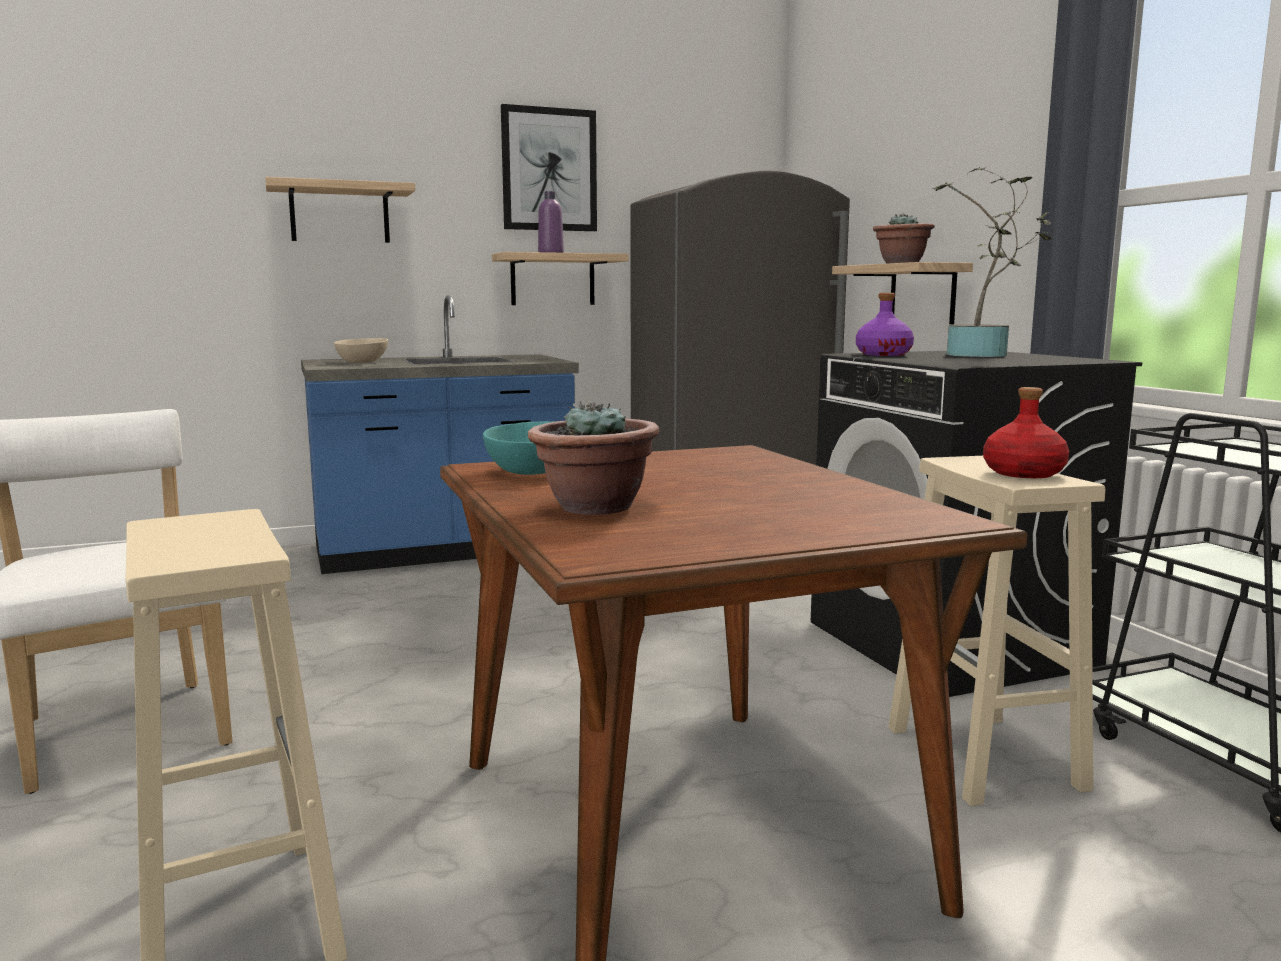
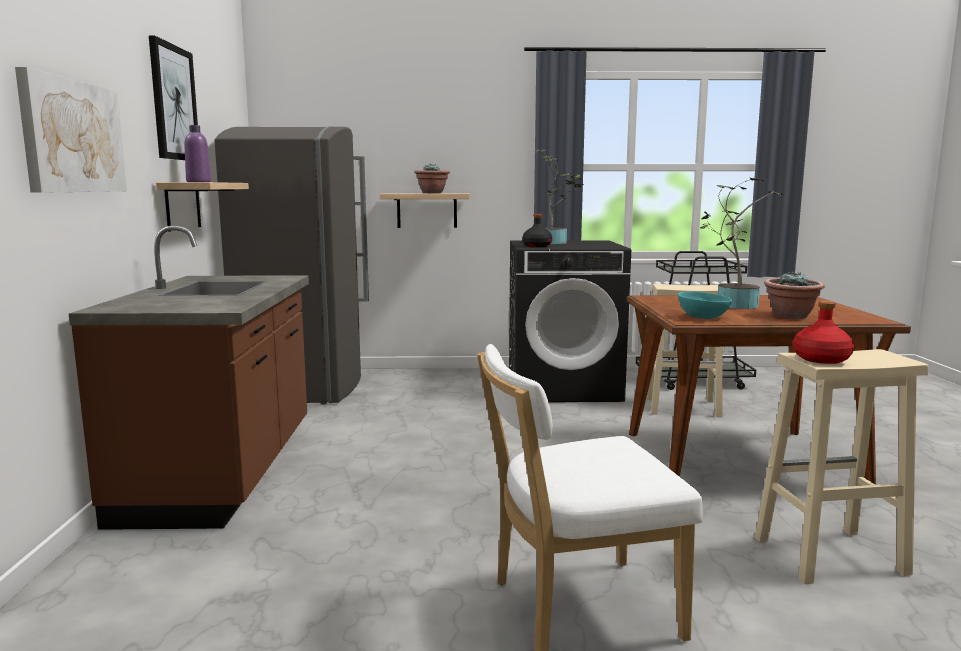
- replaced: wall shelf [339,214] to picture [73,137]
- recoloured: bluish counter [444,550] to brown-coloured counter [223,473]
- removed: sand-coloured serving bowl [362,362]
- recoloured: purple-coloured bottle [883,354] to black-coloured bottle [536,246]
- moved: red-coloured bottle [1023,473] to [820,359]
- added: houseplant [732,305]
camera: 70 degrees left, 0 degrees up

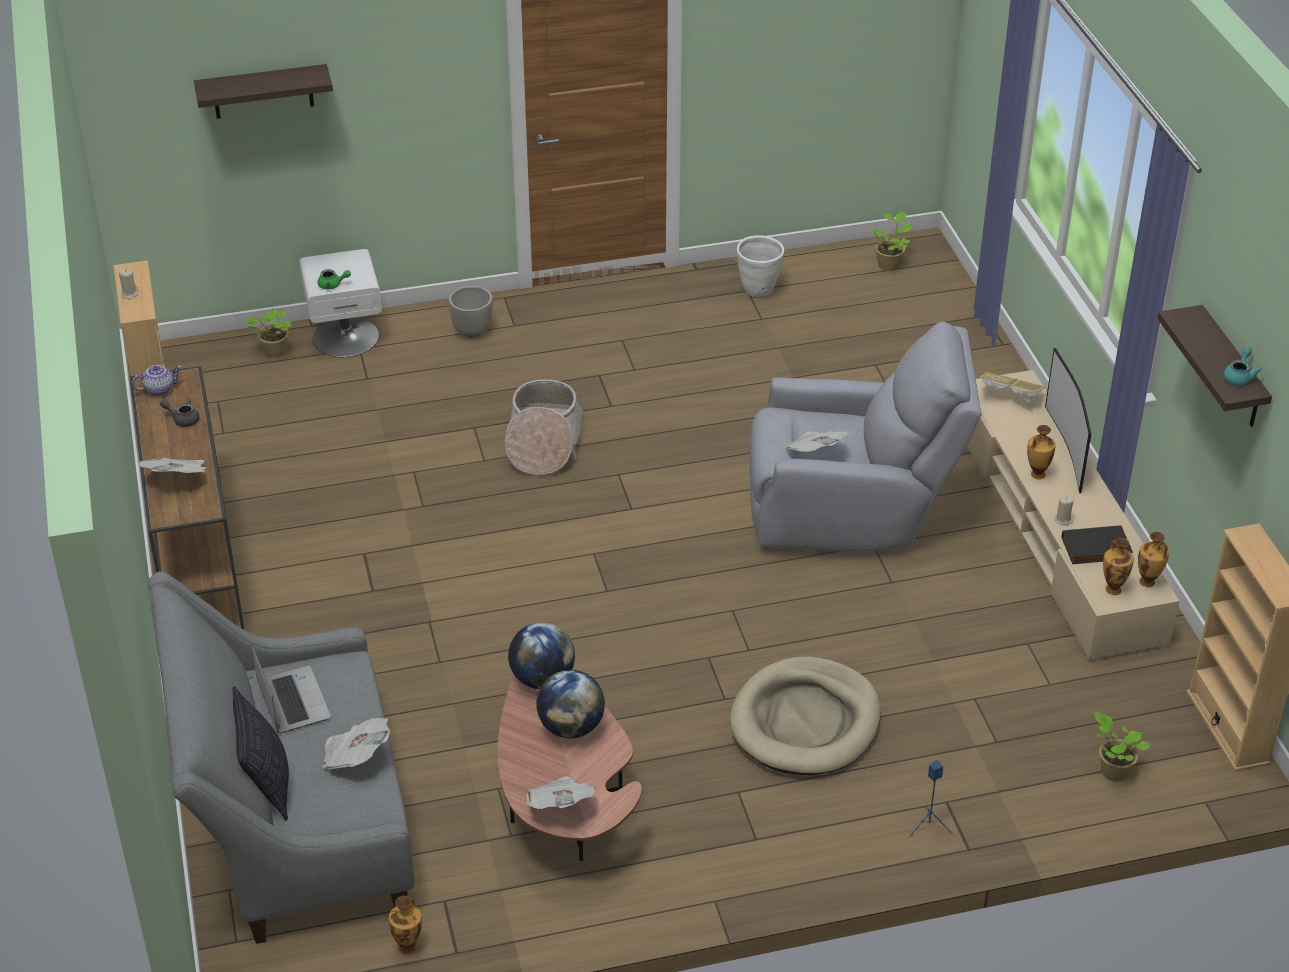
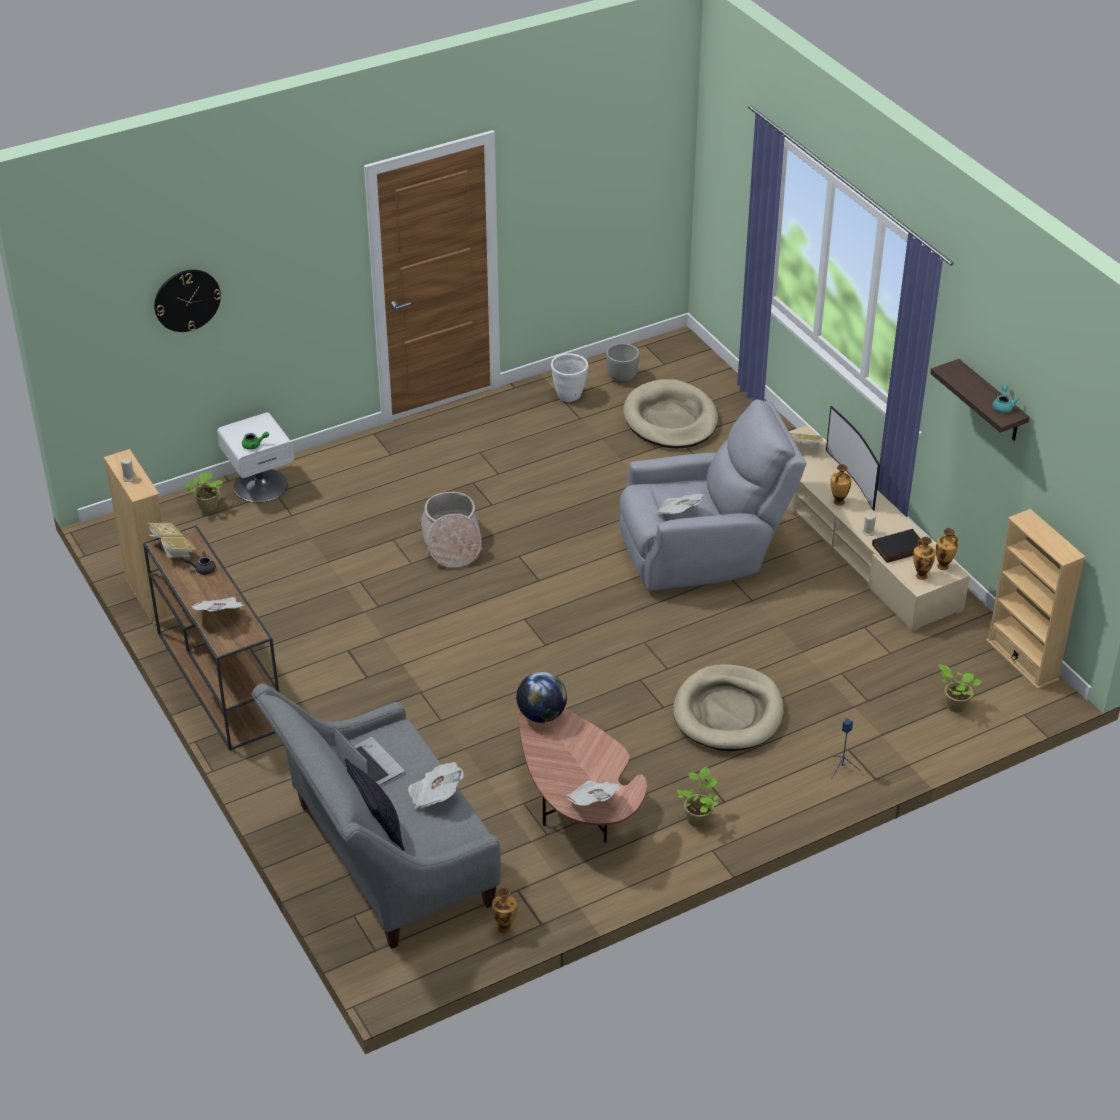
- replaced: tea pot [159,389] to volume [172,549]
- replaced: wall shelf [263,91] to wall clock [187,300]
- moved: grey plant pot [472,330] to [622,377]
- removed: world globe [571,727]
- moved: houseplant [889,264] to [698,818]
- added: sand-coloured pet bed [670,419]
camera: 15 degrees left, 0 degrees up

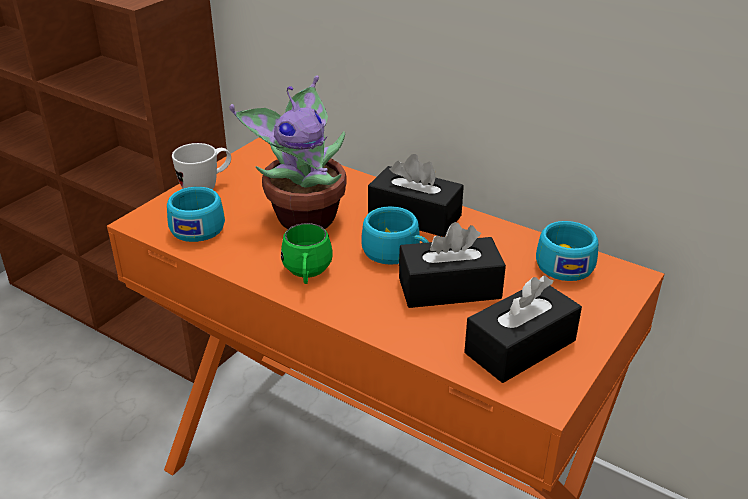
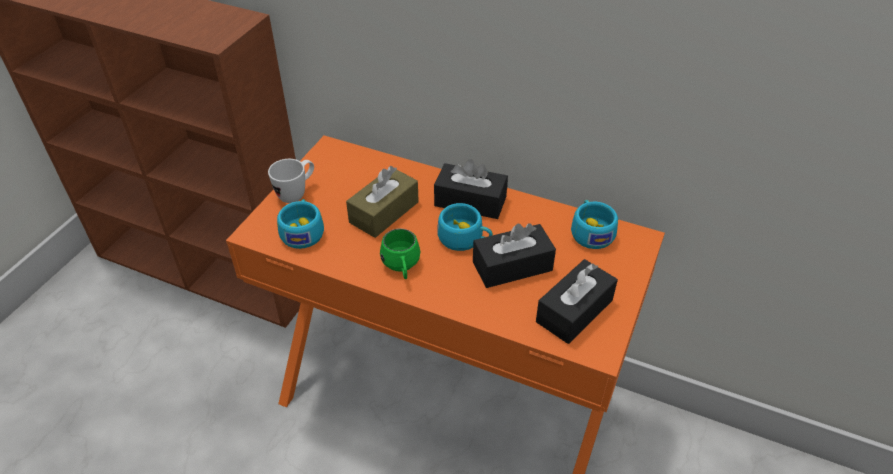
- replaced: houseplant [304,216] to brown-coloured box of tissues [384,212]
camera: 10 degrees left, 10 degrees up

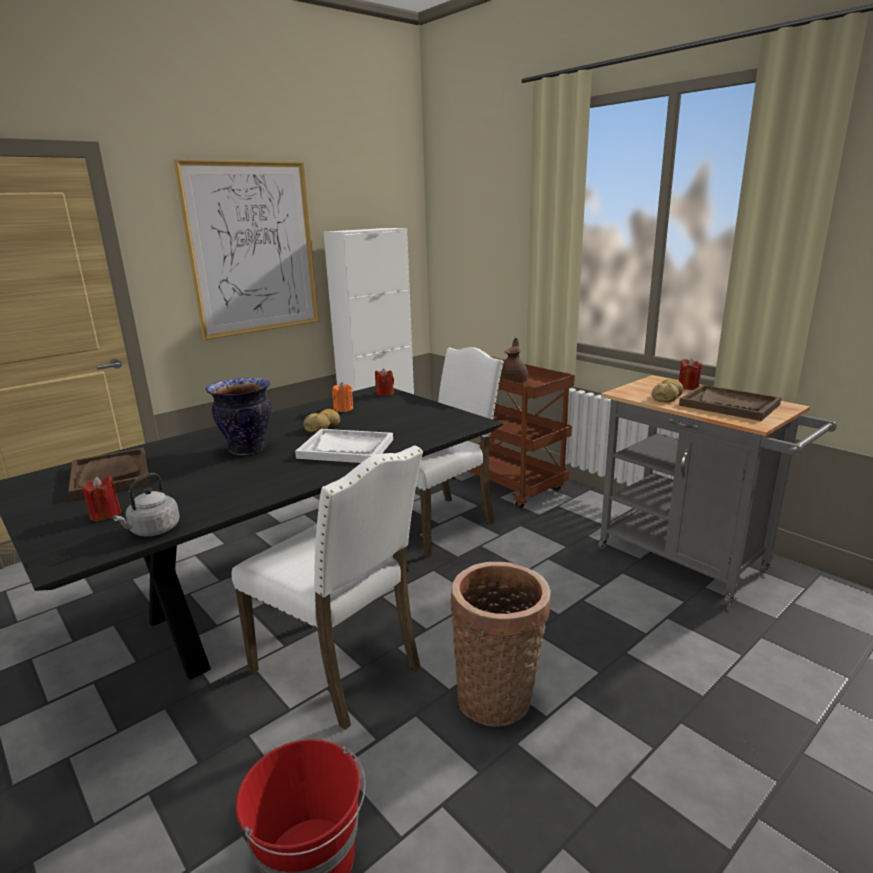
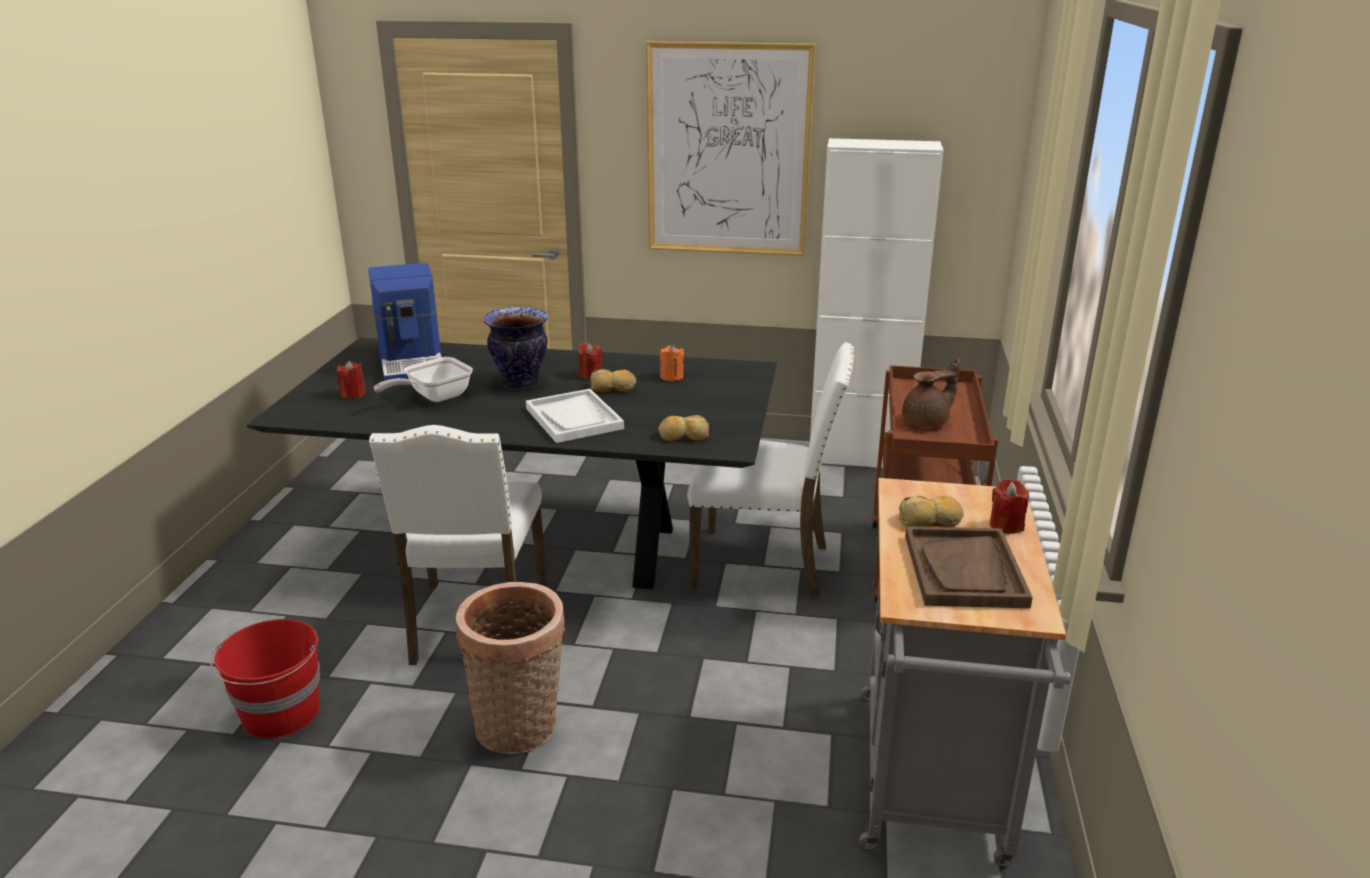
- replaced: brown-coloured tray [110,475] to coffee brewer [413,364]
- removed: grey water kettle [153,531]
- moved: red-coloured wax light [385,393] to [590,375]
- added: skillet [434,397]
- added: bread [683,436]
camera: 50 degrees right, 5 degrees up

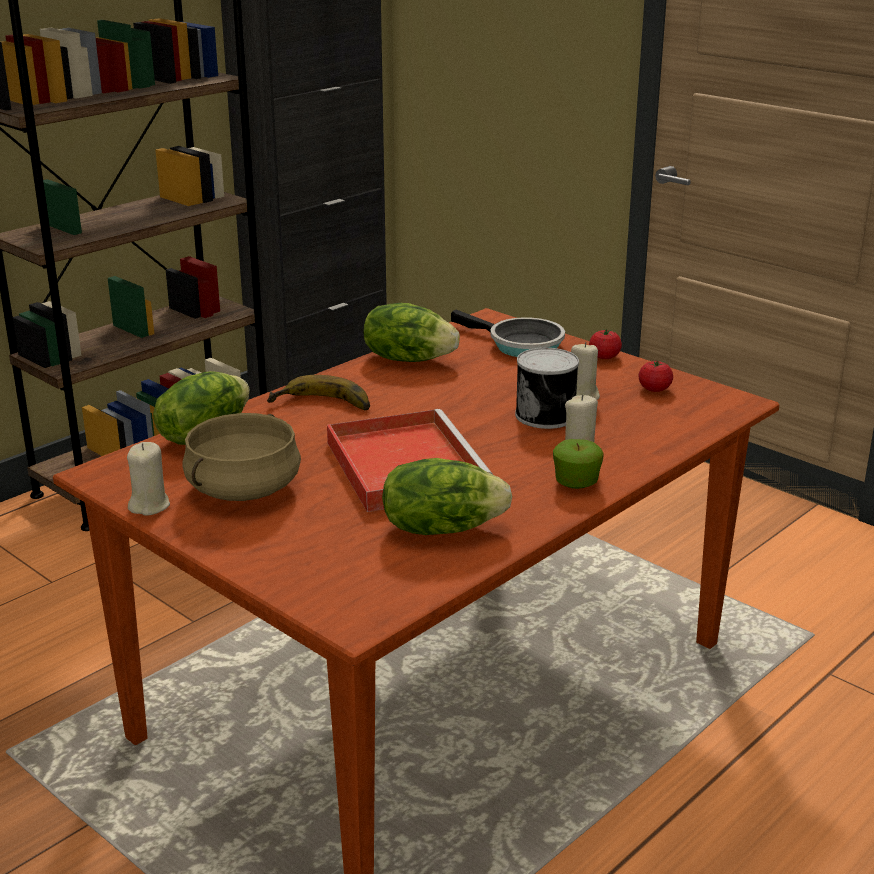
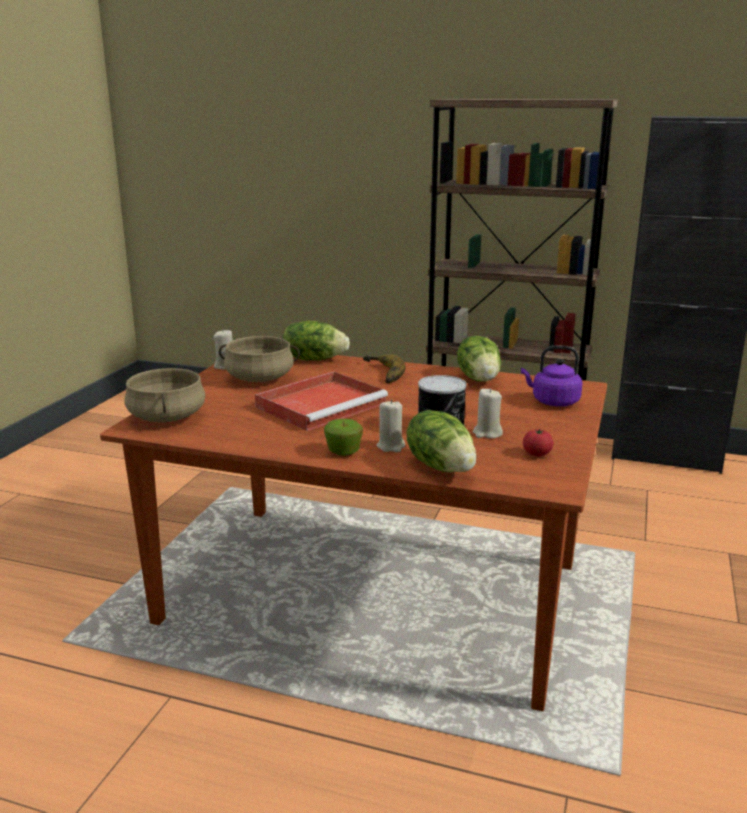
- moved: head of lettuce [441,528] to [441,466]
- replaced: skillet [520,345] to purple-coloured water kettle [552,402]
- removed: tomato [604,357]
- added: sand-coloured stockpot [166,417]
camera: 65 degrees right, 5 degrees down

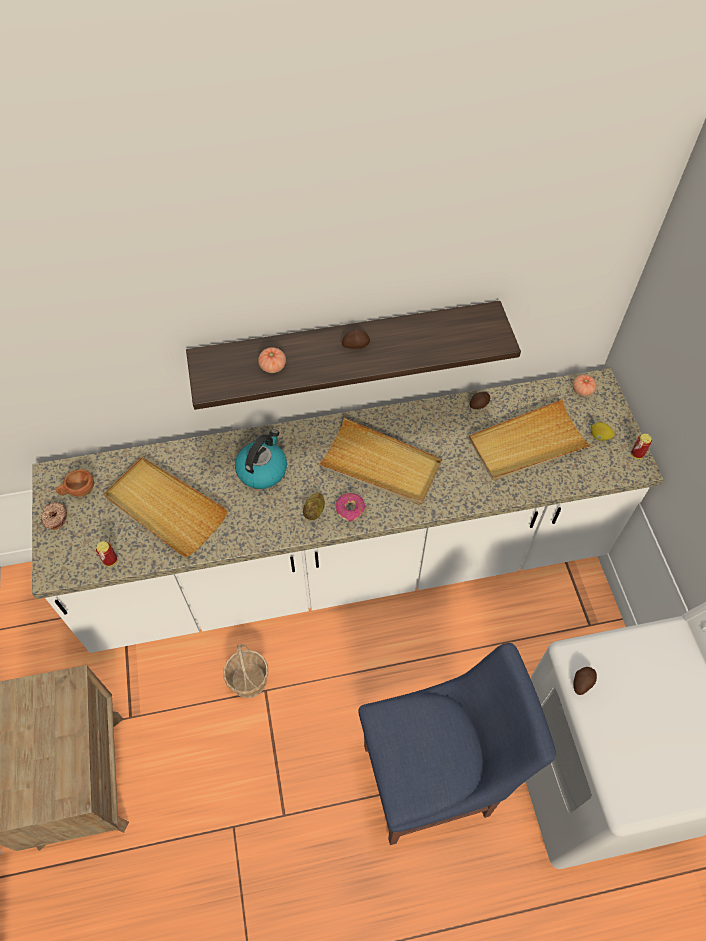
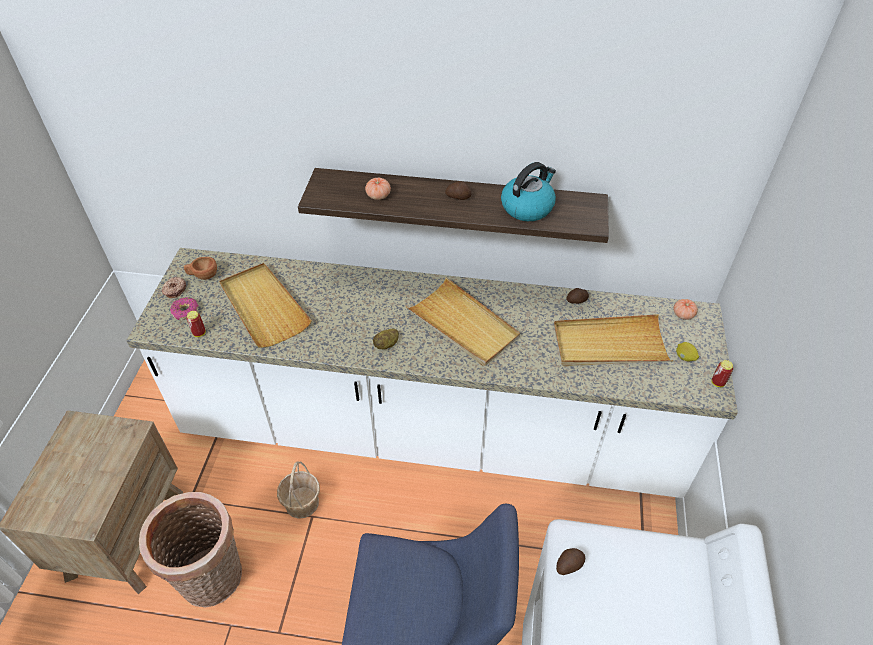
- moved: water kettle [262,470] to [527,207]
- moved: ring doughnut [350,509] to [186,312]
- added: basket [213,580]
camera: 20 degrees right, 10 degrees down

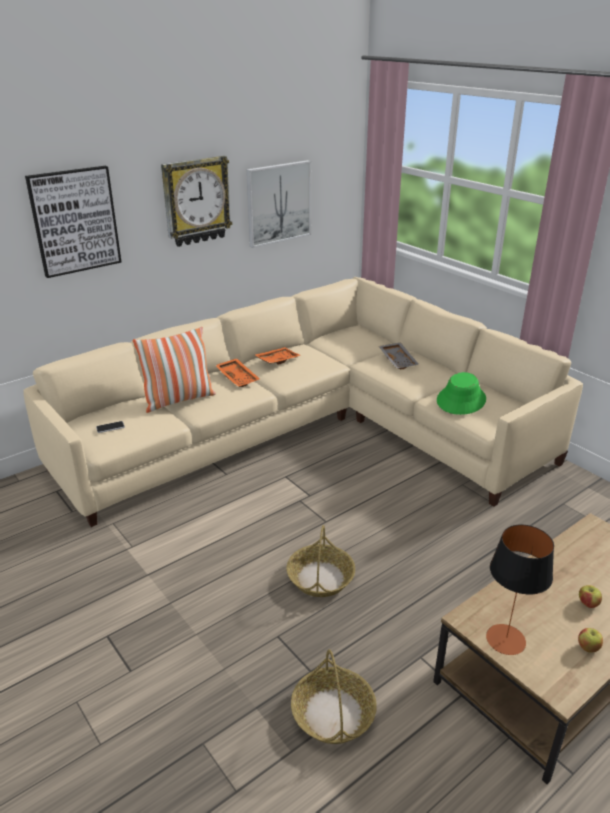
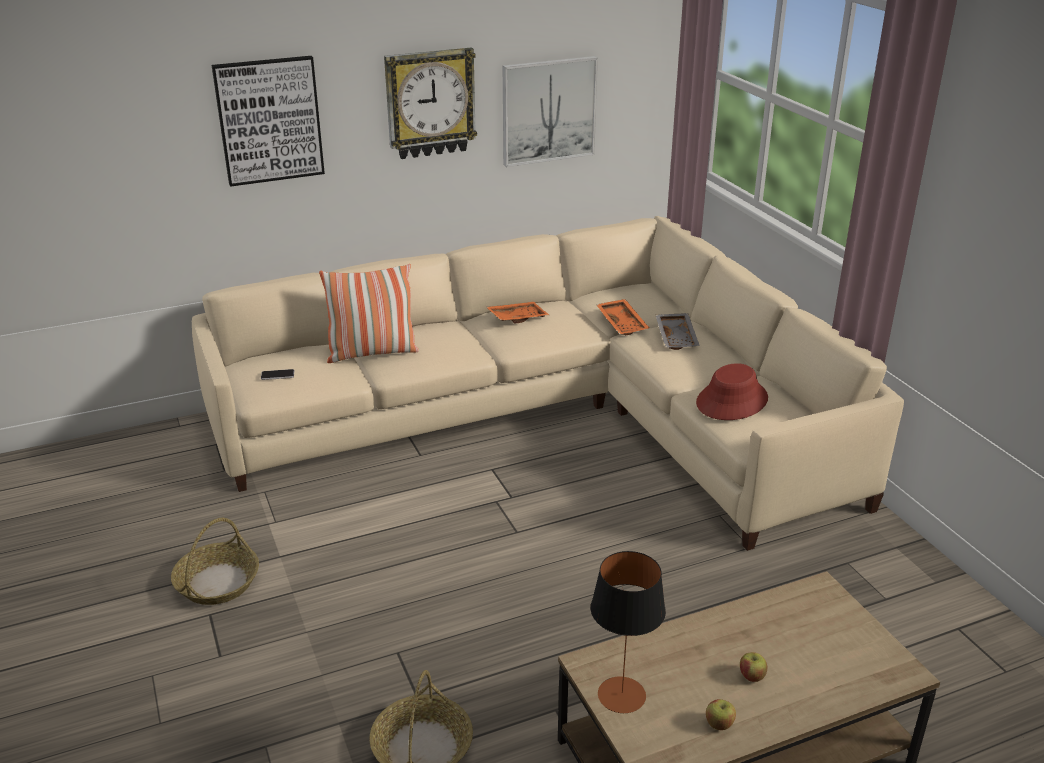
- moved: orange tray [238,377] to [623,323]
- moved: basket [320,577] to [218,582]
- recoloured: greenish wearable hat [461,400] to red-coloured wearable hat [732,401]
camera: 15 degrees right, 0 degrees up

